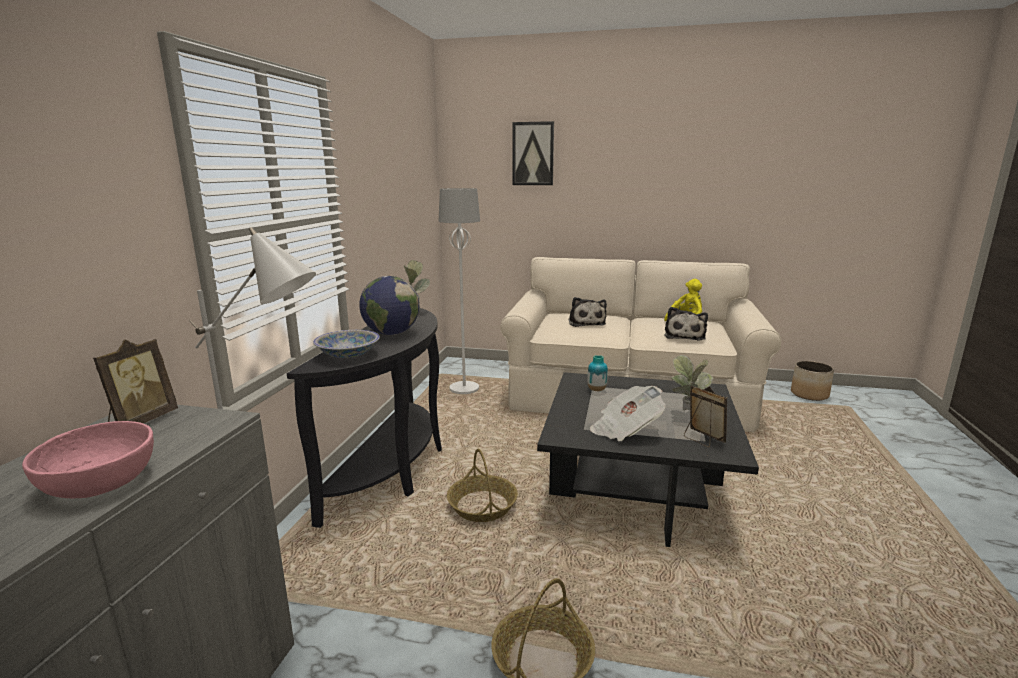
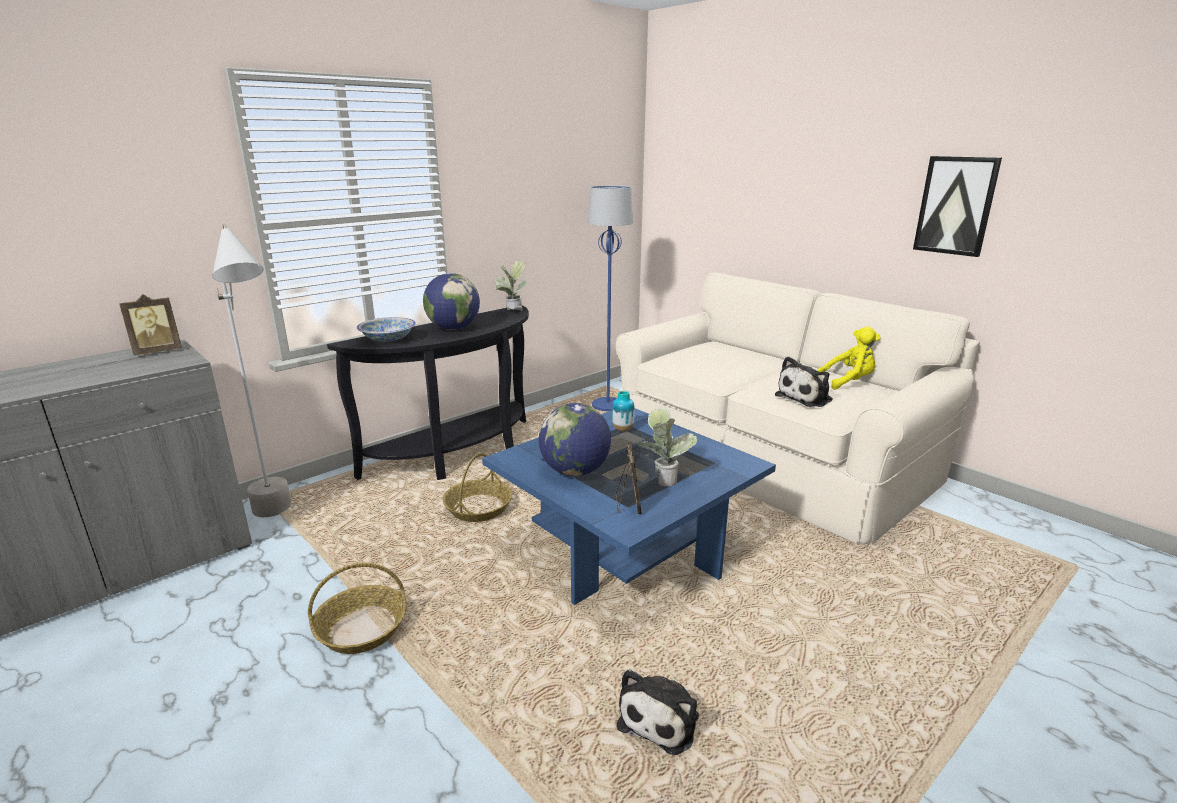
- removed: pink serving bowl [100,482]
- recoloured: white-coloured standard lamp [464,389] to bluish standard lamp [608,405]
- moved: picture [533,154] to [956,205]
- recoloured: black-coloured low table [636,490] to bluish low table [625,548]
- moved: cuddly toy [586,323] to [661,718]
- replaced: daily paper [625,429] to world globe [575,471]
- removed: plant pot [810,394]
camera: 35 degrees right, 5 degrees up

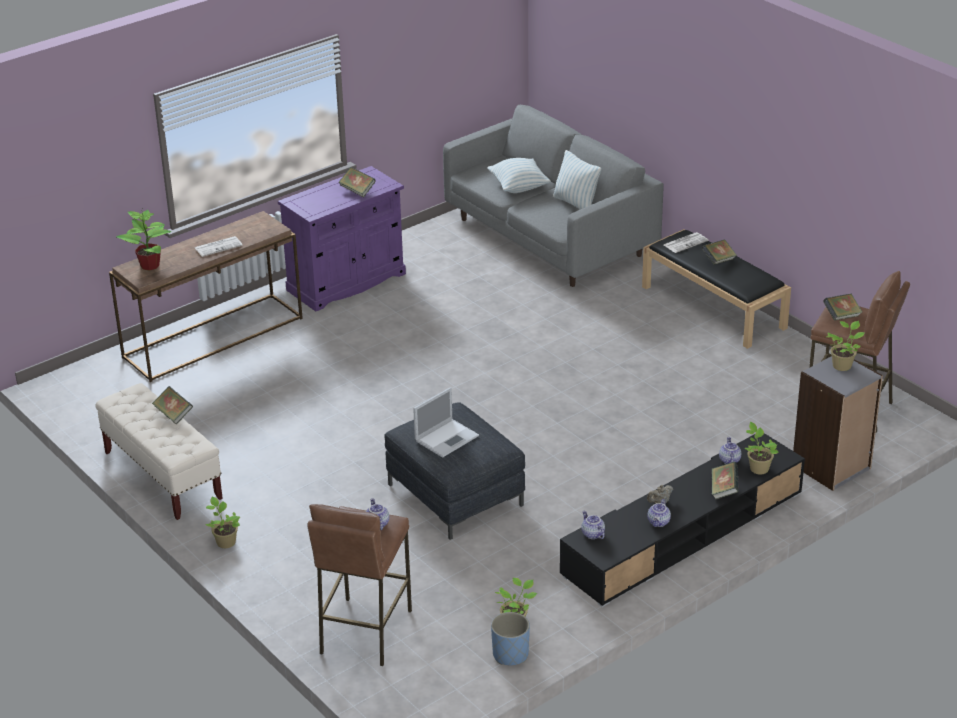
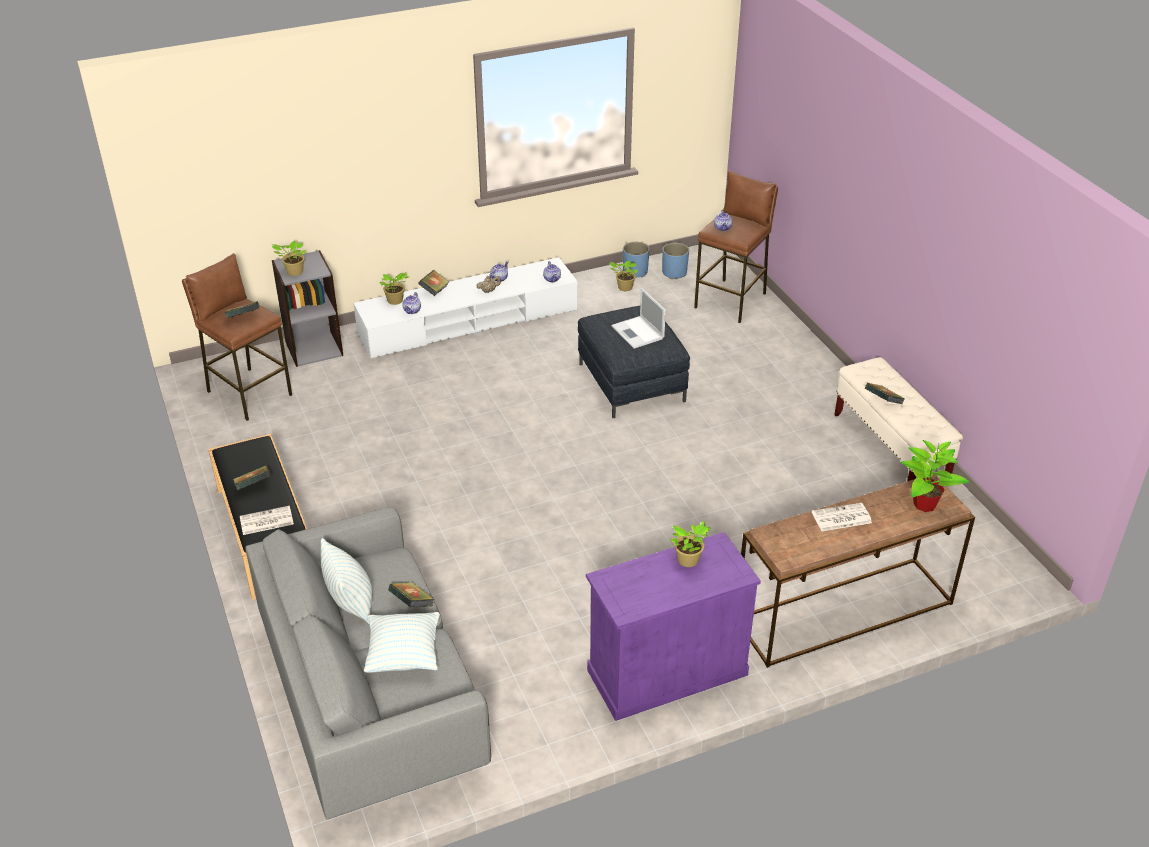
- moved: houseplant [225,542] to [689,561]
- moved: volume [357,191] to [412,604]
- turned: laptop [447,438] = [638,333] 90 degrees counterclockwise
- recoloured: black-coloured tv stand [683,533] to white-coloured tv stand [469,322]
- added: bluish plant pot [674,273]
camera: 165 degrees left, 5 degrees up

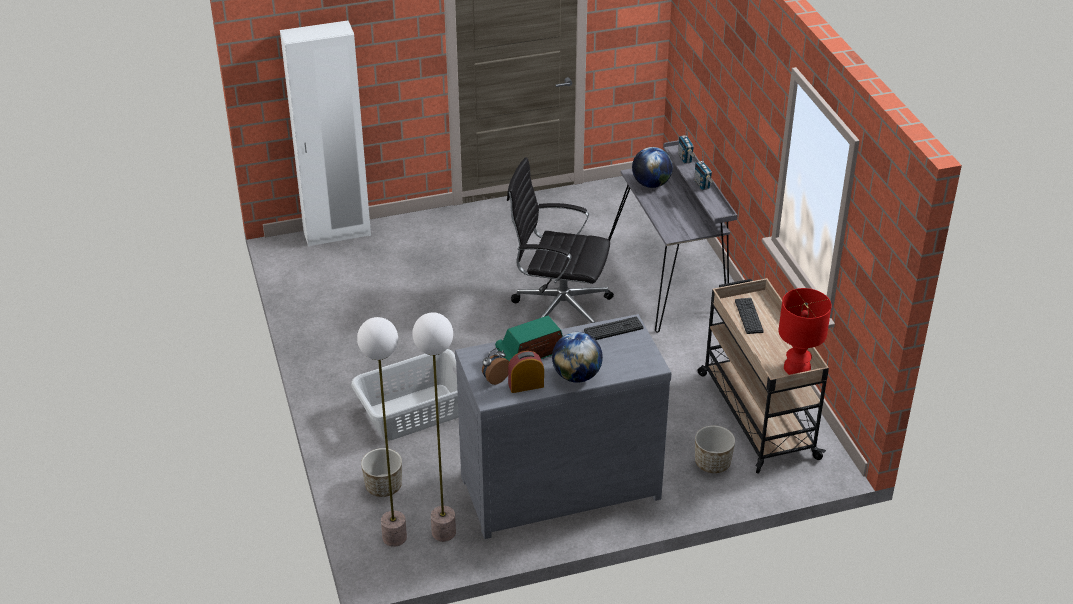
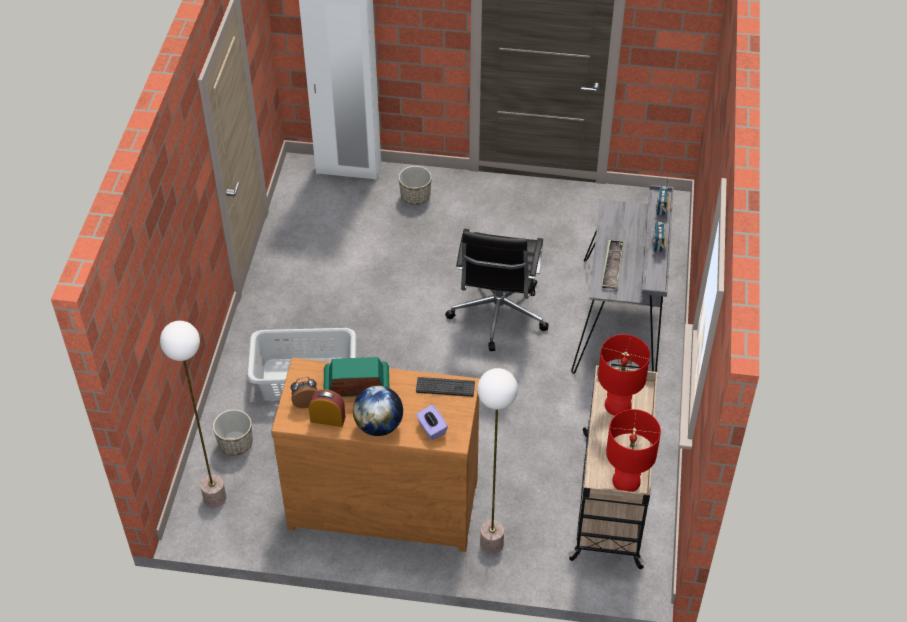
- moved: standard lamp [443,532] to [491,543]
- recoloured: grey dresser [558,485] to brown-coloured dresser [383,501]
- turned: black-coloured office chair [559,308] = [497,315] 120 degrees counterclockwise
- removed: world globe [651,184]
- moved: plant pot [712,463] to [415,197]
- replaced: PC keyboard [748,316] to red-coloured lamp for a table [618,406]
- added: purple-coloured box of tissues [431,429]
- added: tray [612,266]
camera: 25 degrees right, 10 degrees up

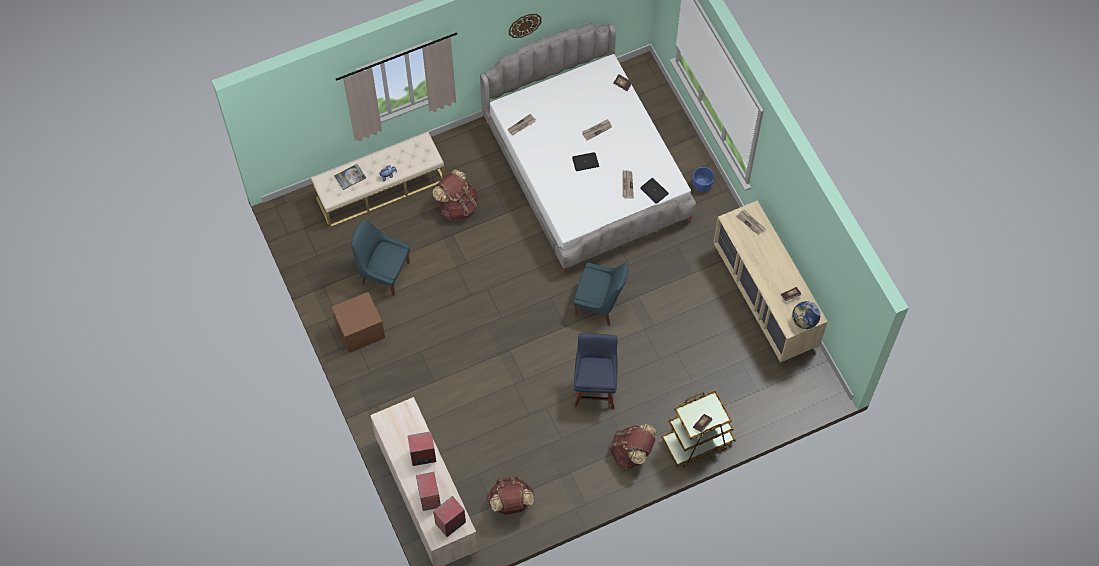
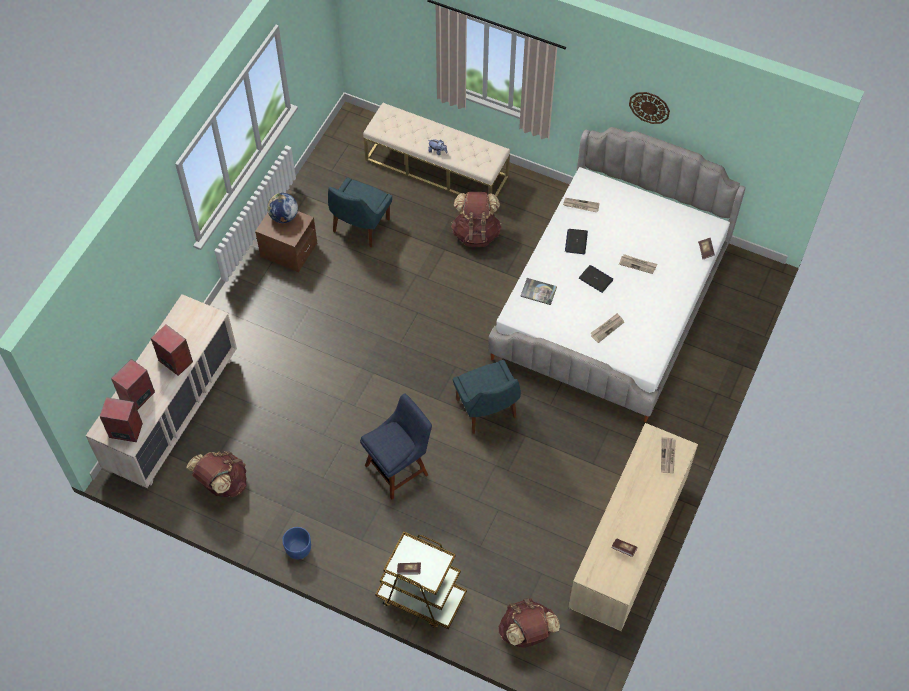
- moved: volume [350,177] to [538,291]
- turned: bluish chair [383,272] = [360,227] 135 degrees counterclockwise
- moved: brown-coloured rucksack [632,453] to [526,633]
- moved: laptop [654,191] to [576,242]
- moved: bluish plant pot [702,185] to [298,549]
- moved: world globe [804,321] to [284,217]
camera: 50 degrees right, 5 degrees down

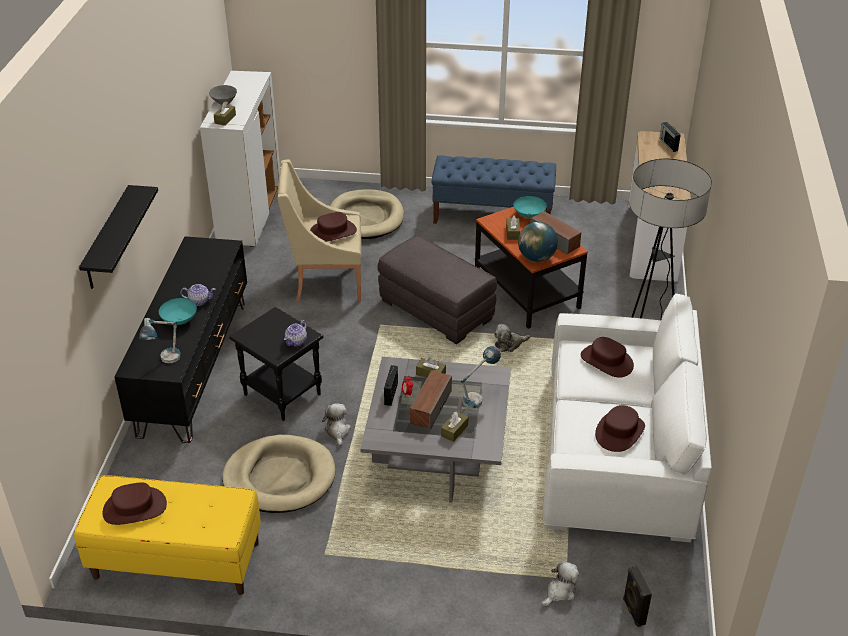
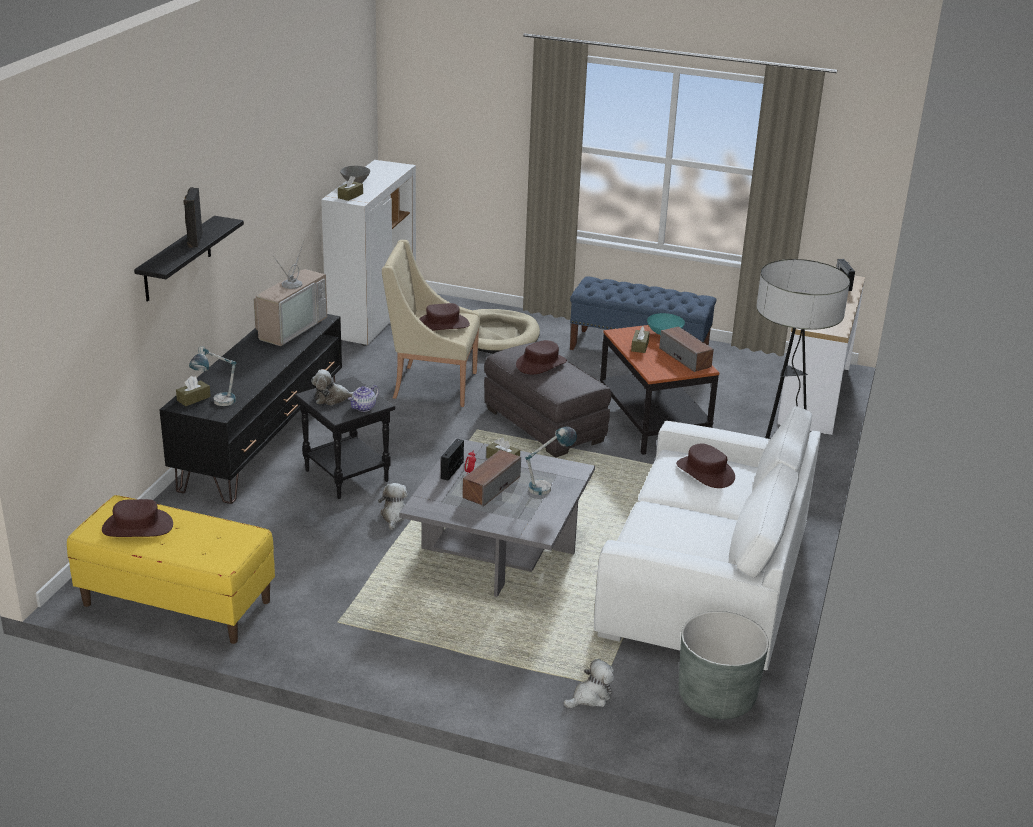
- removed: turquoise serving bowl [179,321]
- removed: tea pot [199,301]
- removed: sand-coloured pet bed [280,477]
- moved: brown-coloured box of tissues [454,431] to [193,399]
- moved: cuddly toy [509,344] to [333,398]
- removed: world globe [536,257]
- moved: brown-coloured wearable hat [619,432] to [541,364]
- moved: black-coloured speaker [633,611] to [194,240]
- added: TV [289,327]
- added: grey plant pot [716,698]
camera: 10 degrees right, 10 degrees down

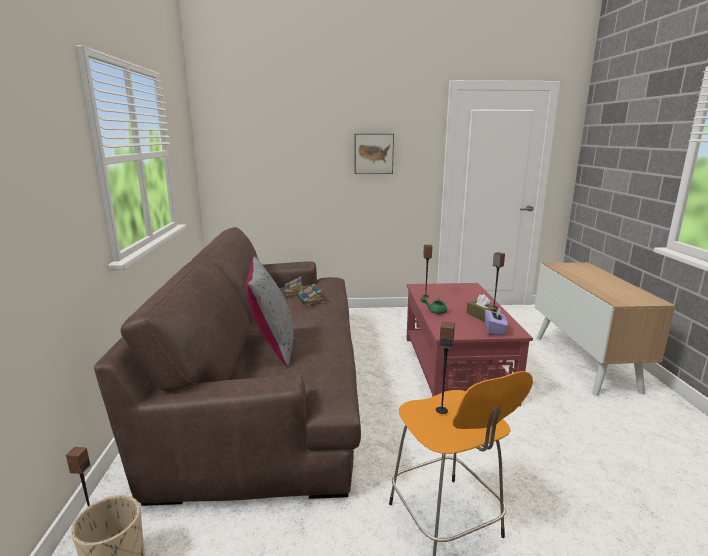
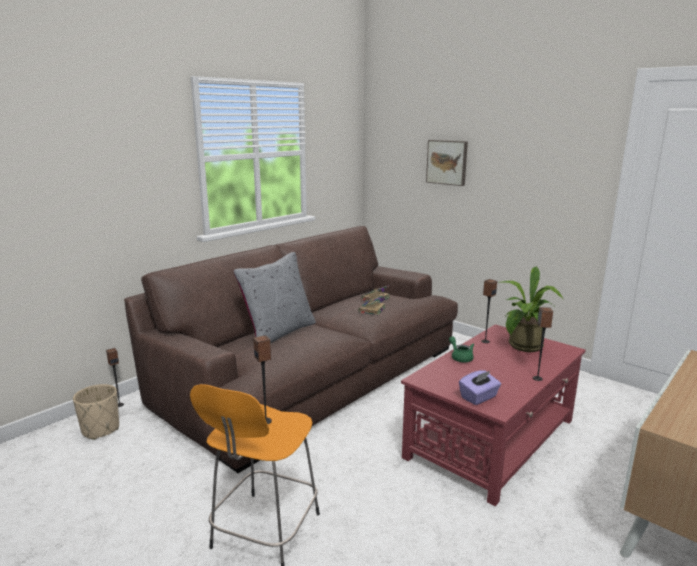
- moved: picture [373,153] to [447,162]
- removed: brown-coloured box of tissues [480,316]
- added: houseplant [523,347]
camera: 45 degrees right, 0 degrees up

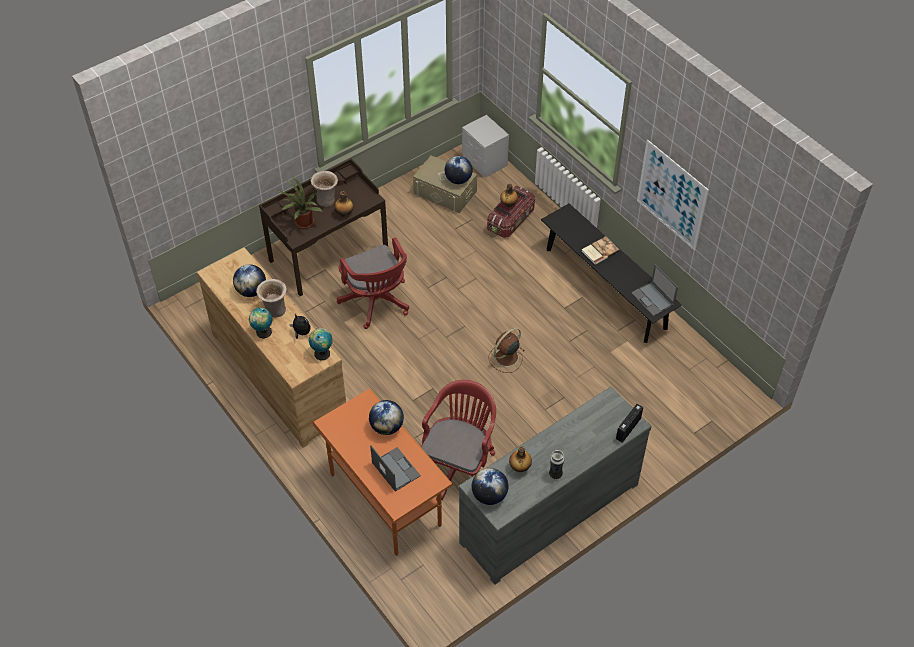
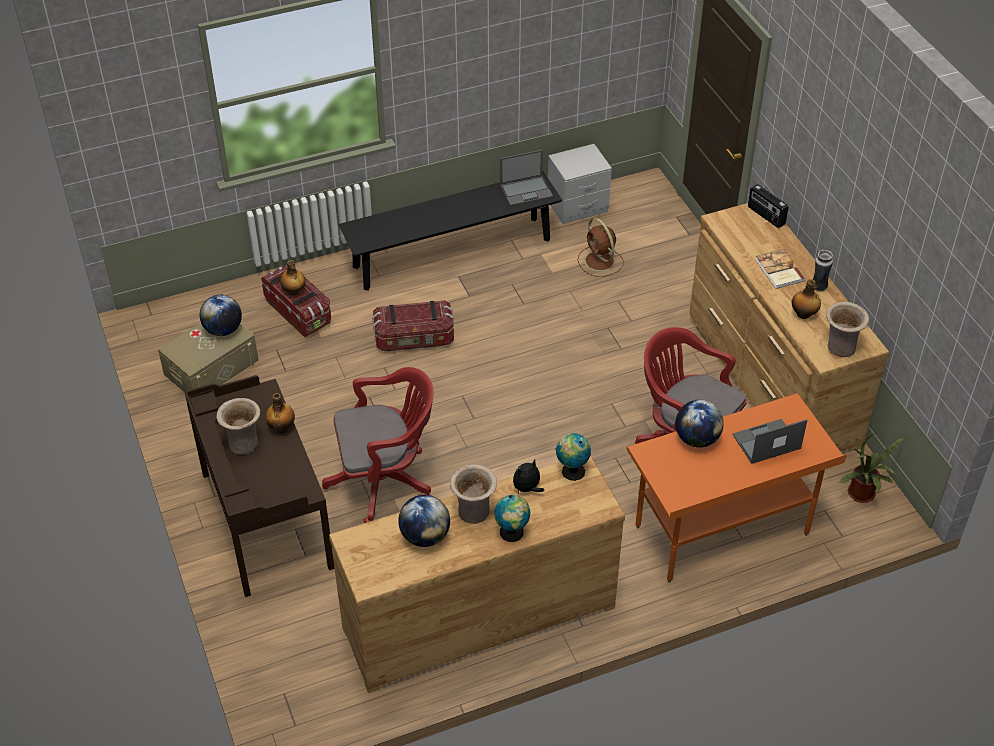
- moved: houseplant [303,223] to [863,495]
- recoloured: grey dresser [548,512] to brown-coloured dresser [771,378]
- moved: grey nightstand [485,161] to [577,206]
- replaced: world globe [489,495] to sand-coloured vase [840,348]
- moved: brown-coloured fan [505,358] to [600,262]
- moved: volume [599,251] to [779,271]
- removed: picture [671,195]
- added: storage box [414,339]
camera: 75 degrees left, 5 degrees down

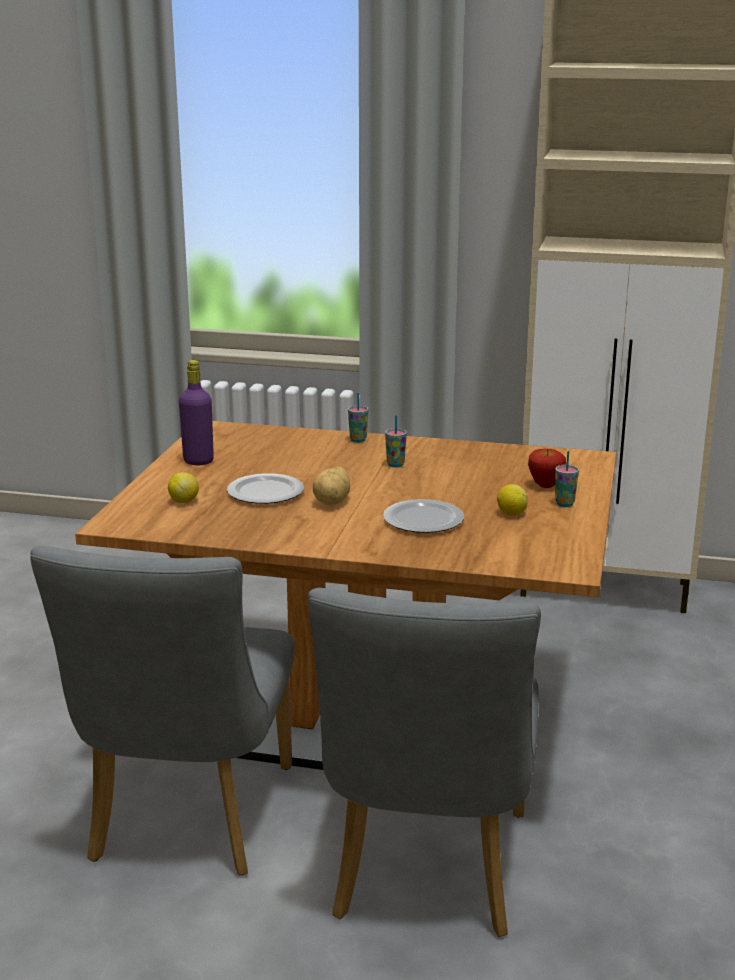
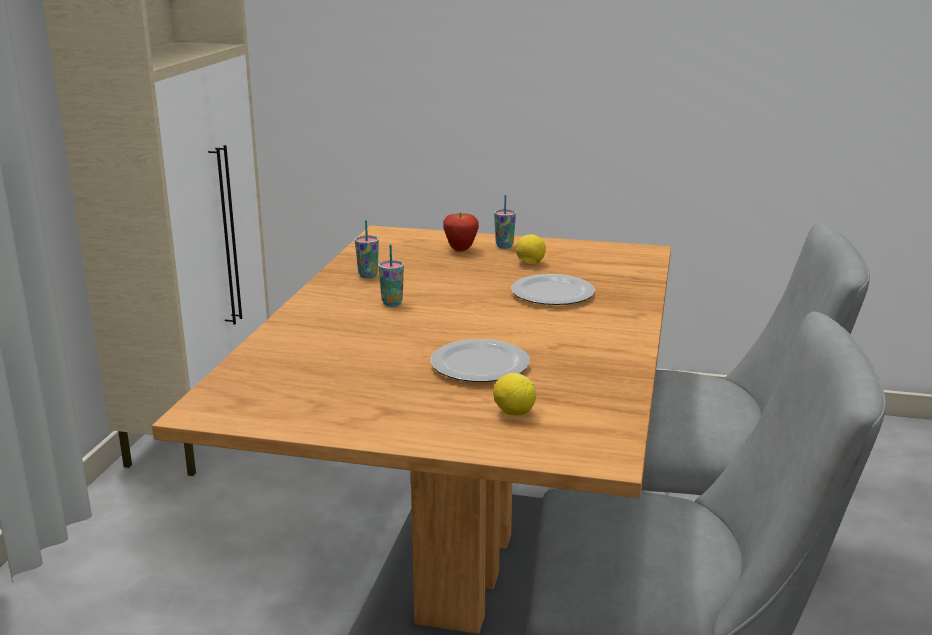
- removed: purple-coloured bottle [198,461]
- removed: potato [333,501]
- moved: cup [358,440] to [368,275]
camera: 90 degrees left, 0 degrees up

